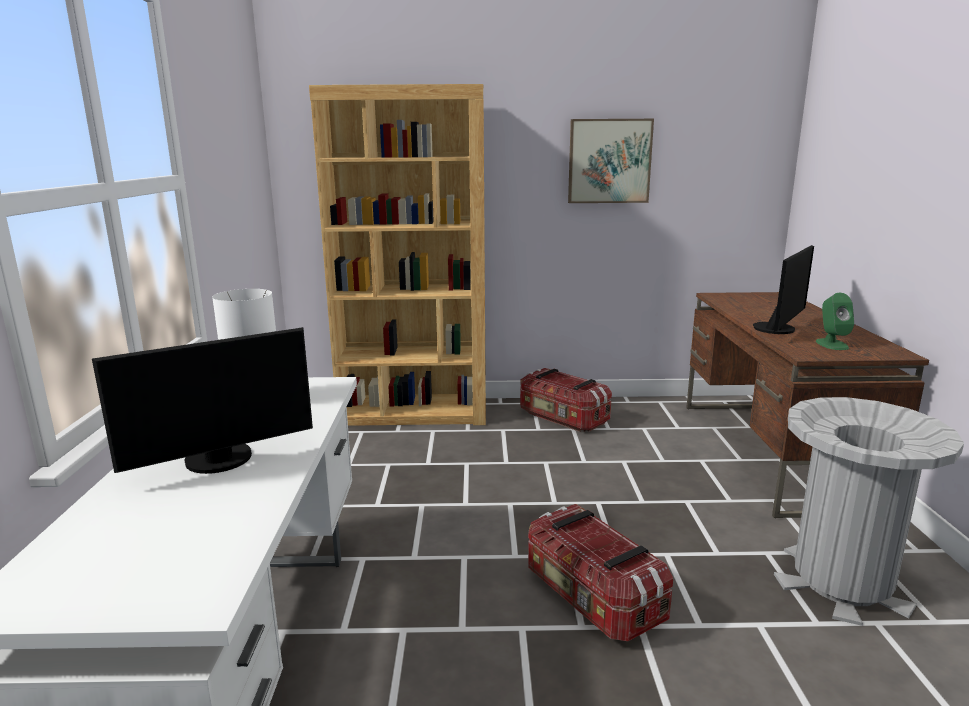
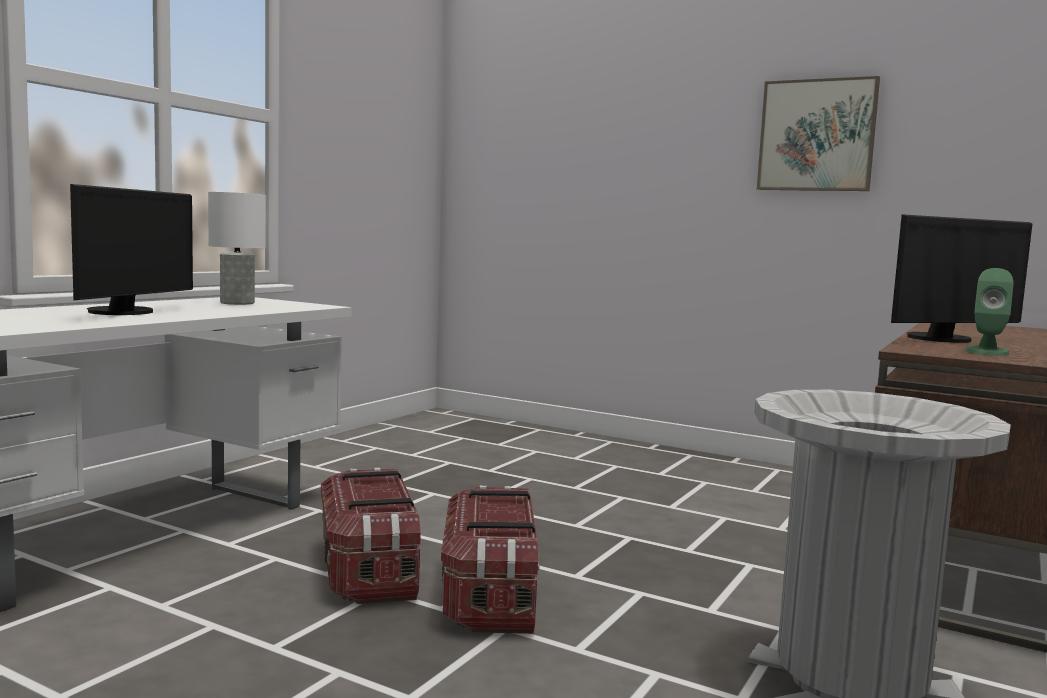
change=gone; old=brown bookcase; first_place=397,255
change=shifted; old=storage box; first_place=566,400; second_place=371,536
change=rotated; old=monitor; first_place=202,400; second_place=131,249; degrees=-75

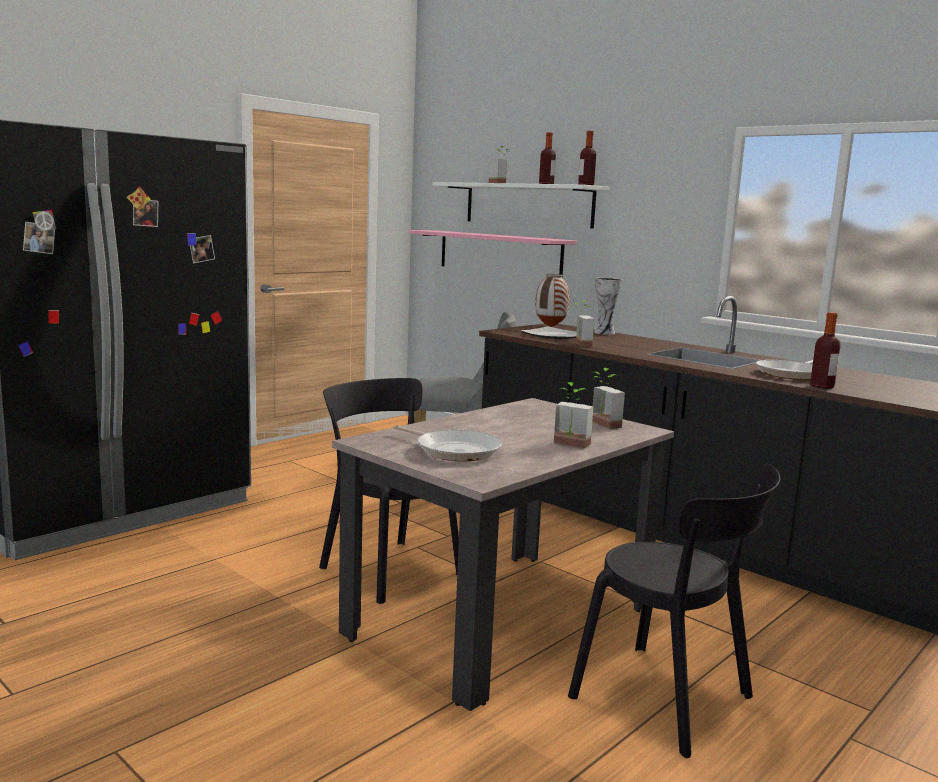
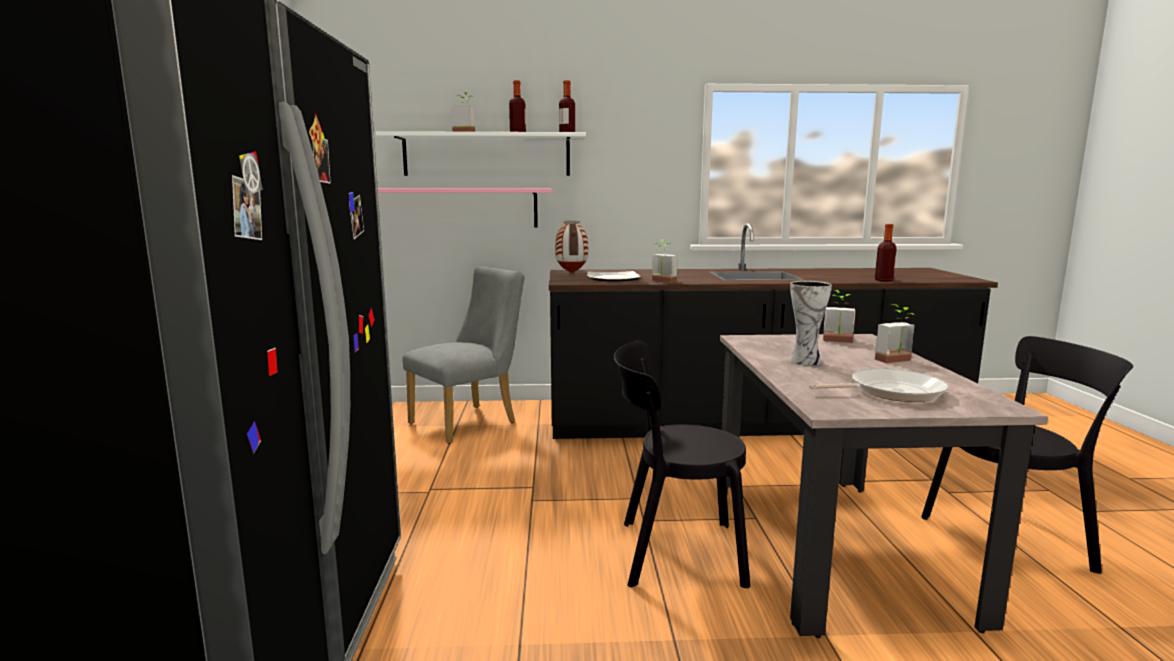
change=gone; old=frying pan; first_place=784,370
change=shifted; old=vase; first_place=608,306; second_place=810,323

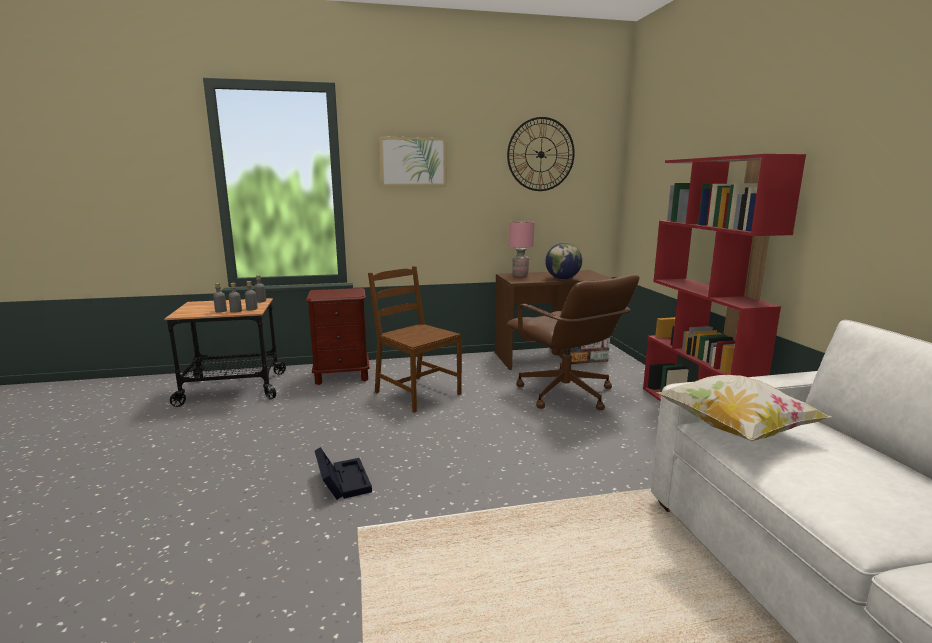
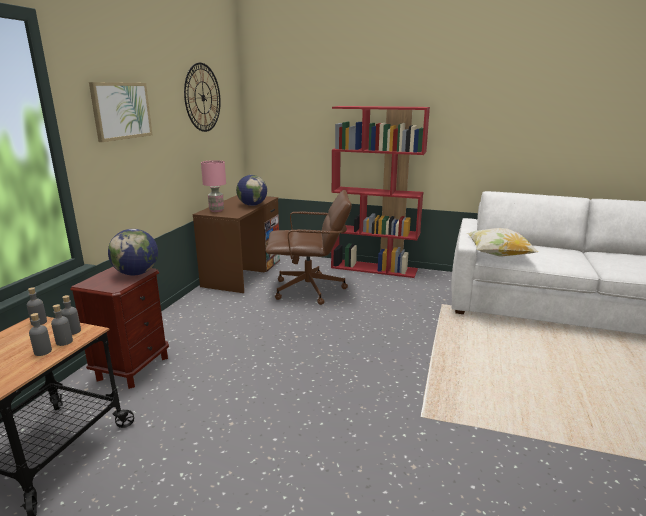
change=gone; old=black storage box; first_place=343,473
change=gone; old=brown chair; first_place=415,339
change=new; new=globe; second_place=133,252

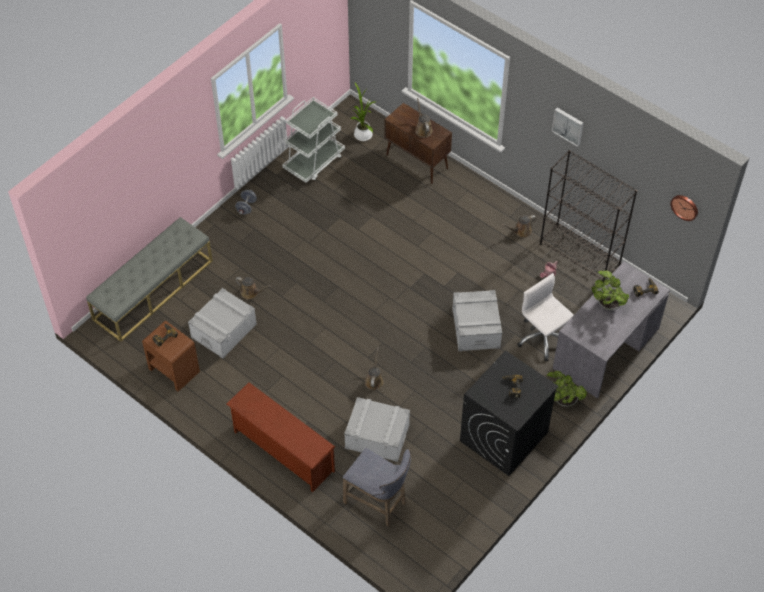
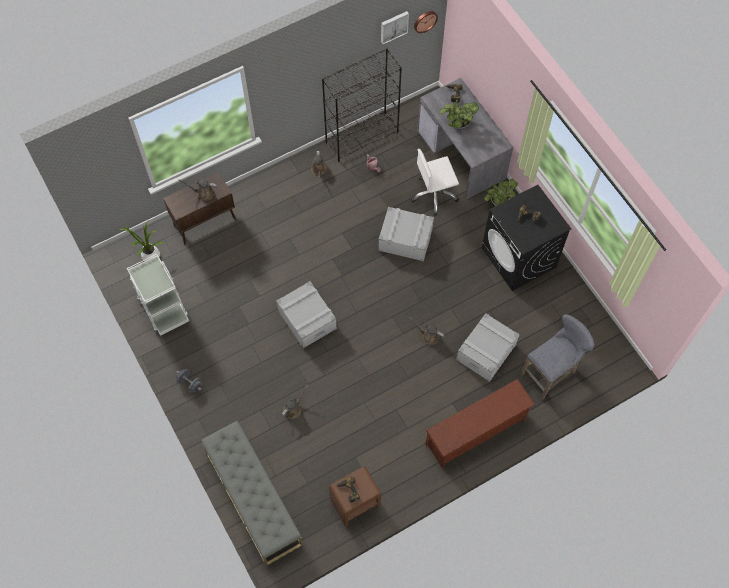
change=shifted; old=grey storage box; first_place=222,323; second_place=306,314
change=shifted; old=picture; first_place=568,127; second_place=395,27

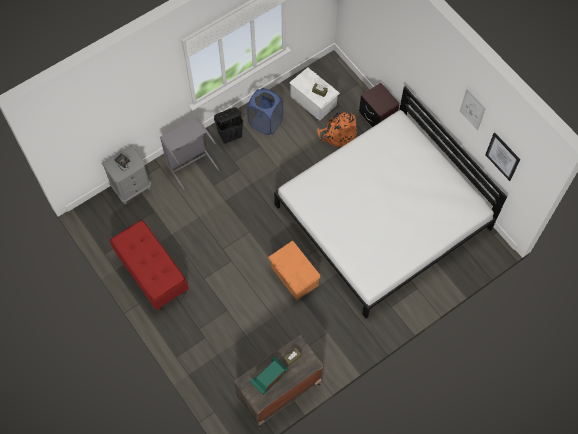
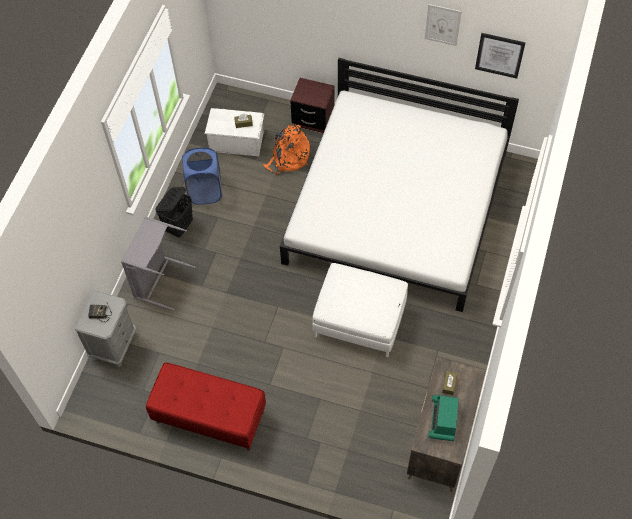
change=swapped; old=orange storage box; new=white ottoman; first_place=294,270; second_place=360,310

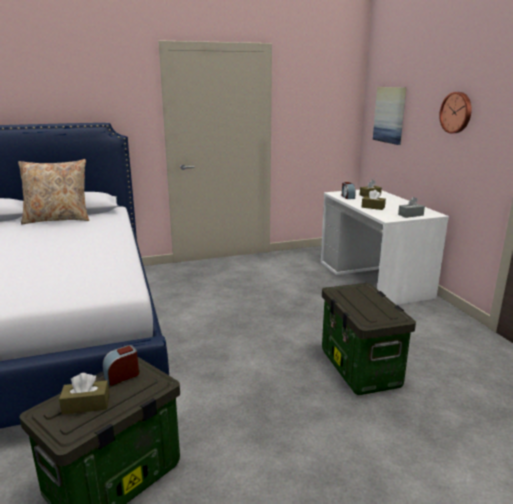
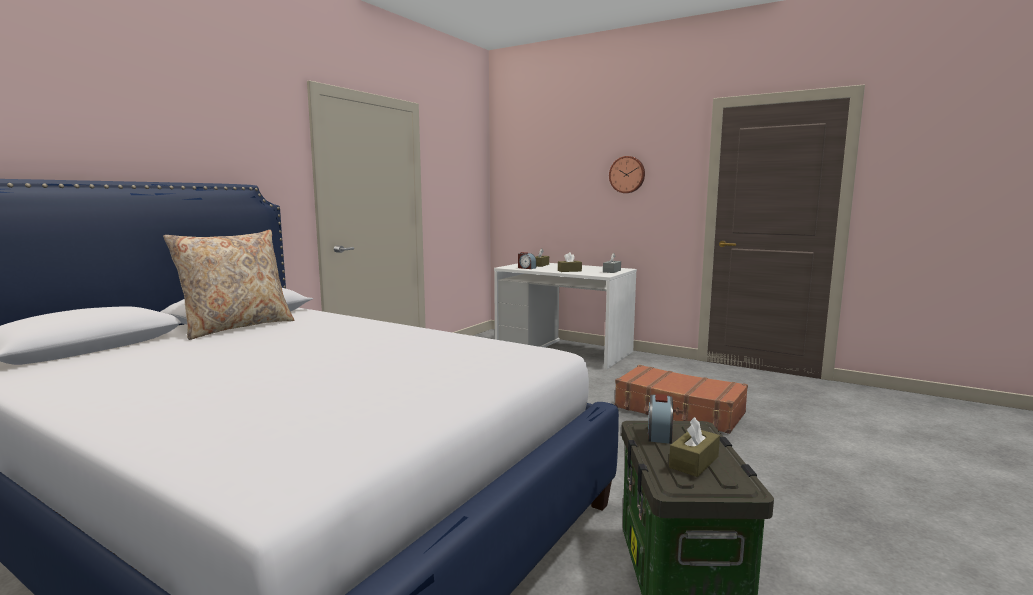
change=gone; old=picture; first_place=389,116
change=swapped; old=storage box; new=brown suitcase; first_place=369,339; second_place=681,399

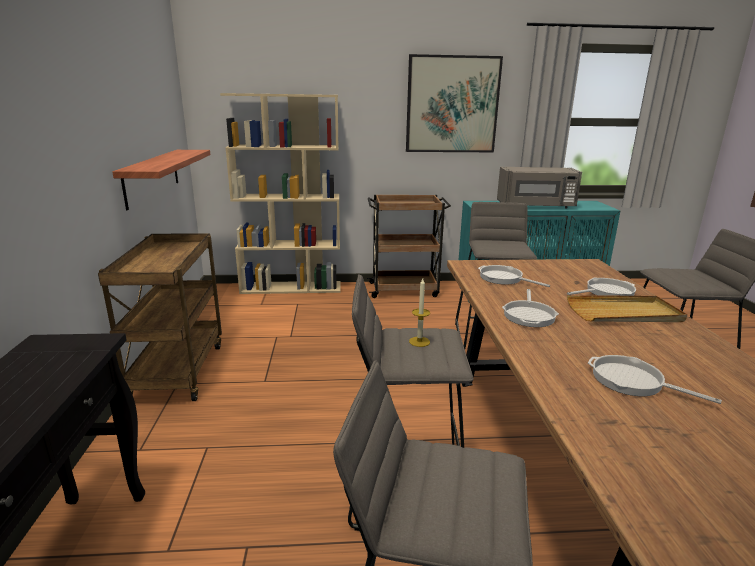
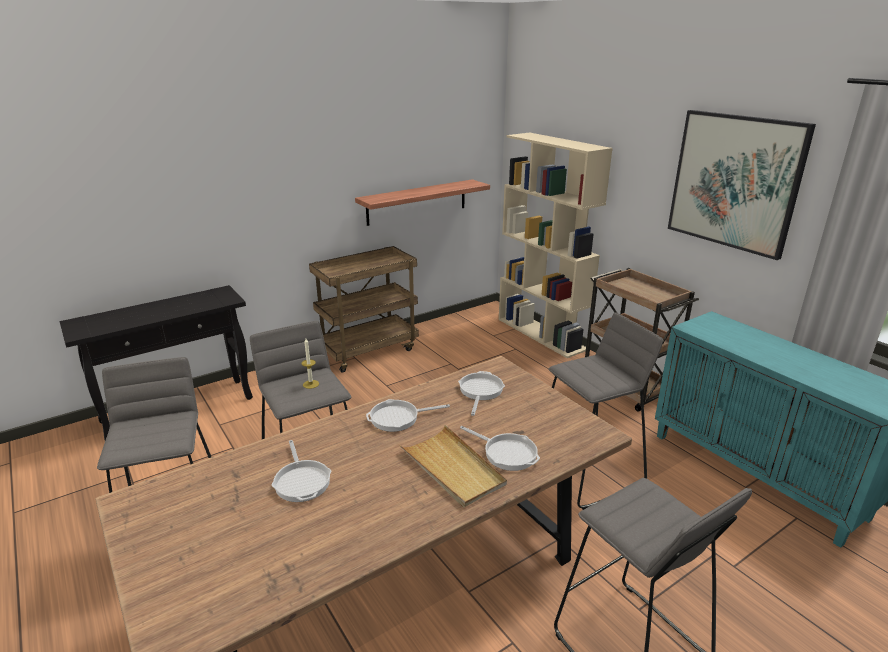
change=gone; old=grey microwave; first_place=539,187
change=rotated; old=frying pan; first_place=655,379; second_place=301,471; degrees=150

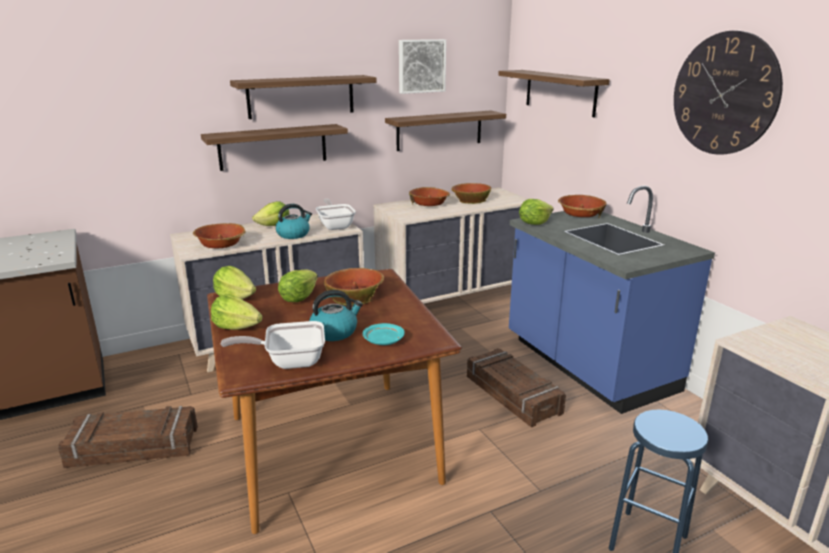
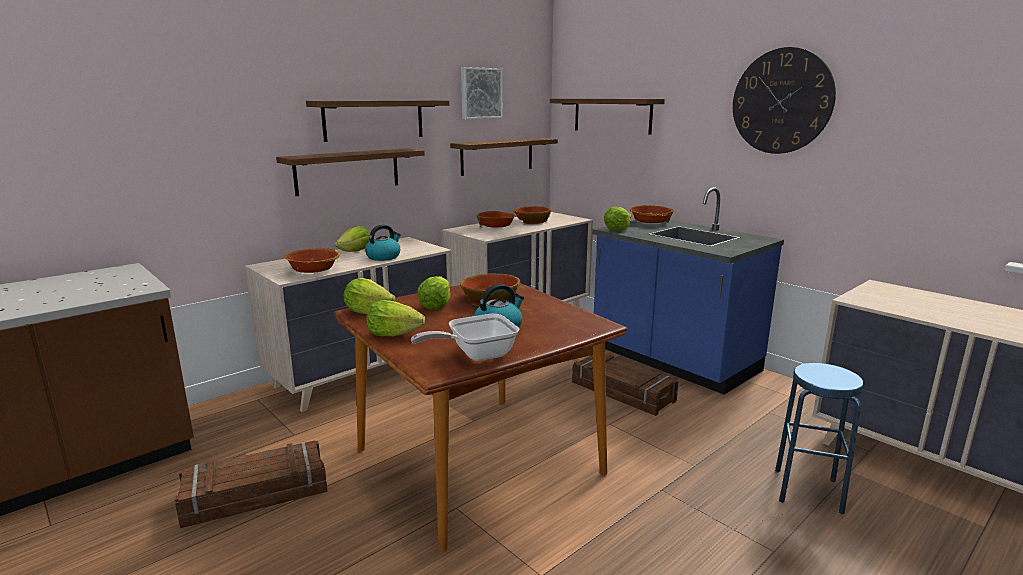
change=gone; old=frying pan; first_place=336,214
change=gone; old=turquoise plate; first_place=384,334

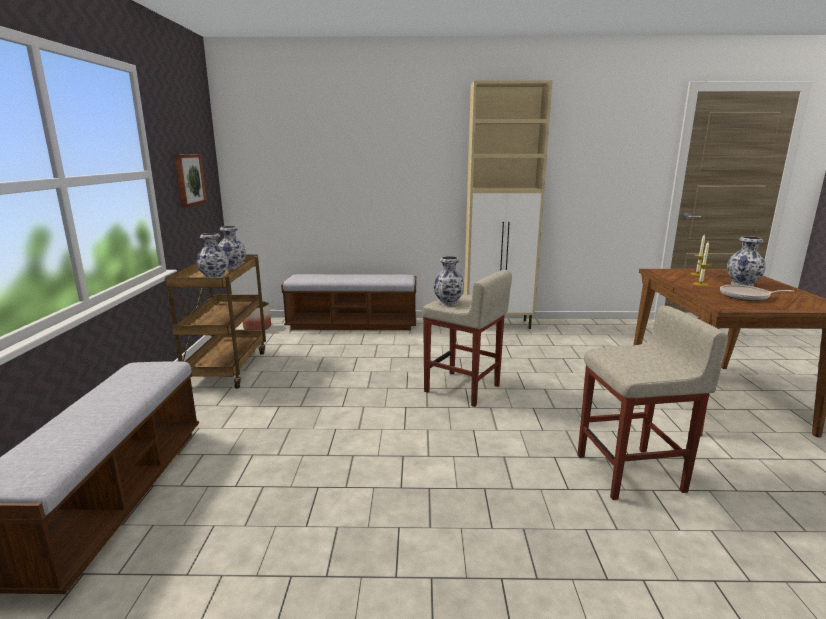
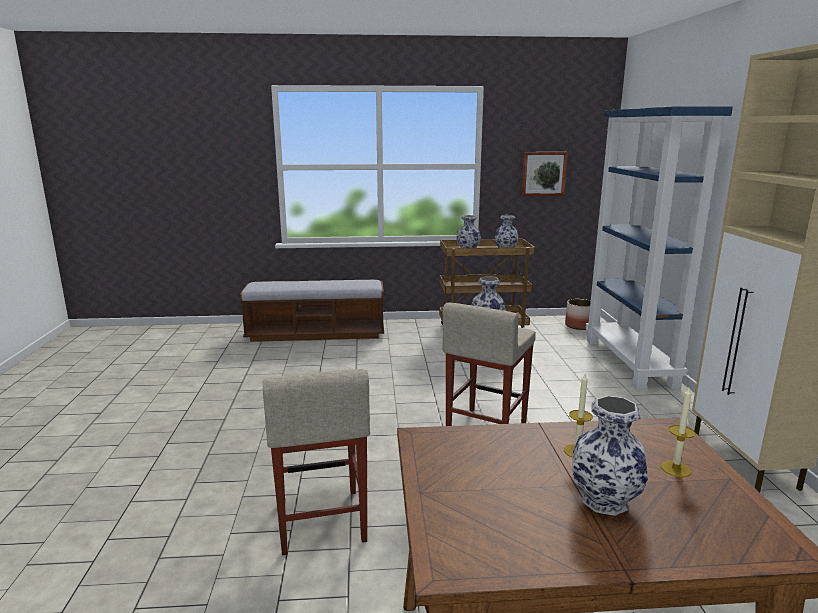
change=gone; old=frying pan; first_place=757,293
change=swapped; old=bench; new=blue bookcase; first_place=348,302; second_place=659,248

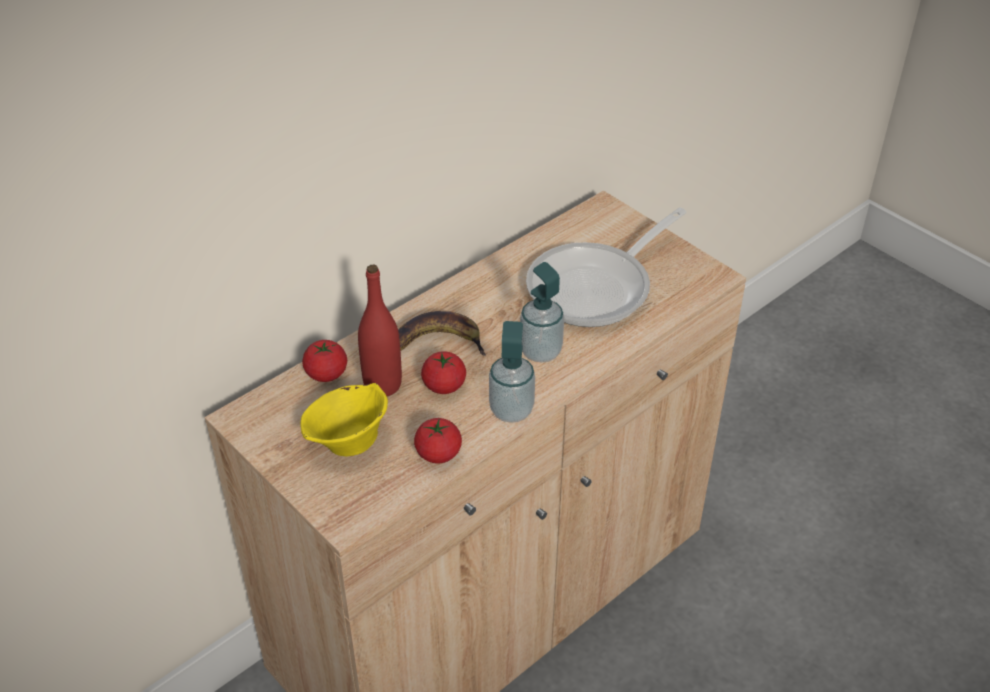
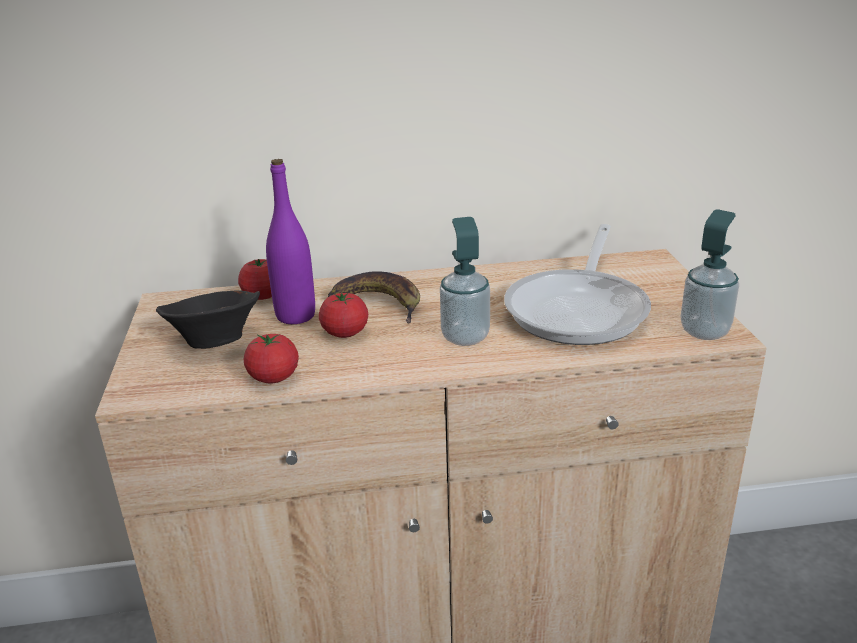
change=shifted; old=soap dispenser; first_place=512,372; second_place=710,274
change=repainted; old=yellow bowl; new=black bowl; first_place=344,419; second_place=208,319
change=repainted; old=red bottle; new=purple bottle; first_place=380,330; second_place=290,241
change=rotated; old=frying pan; first_place=606,267; second_place=577,284; degrees=-60

